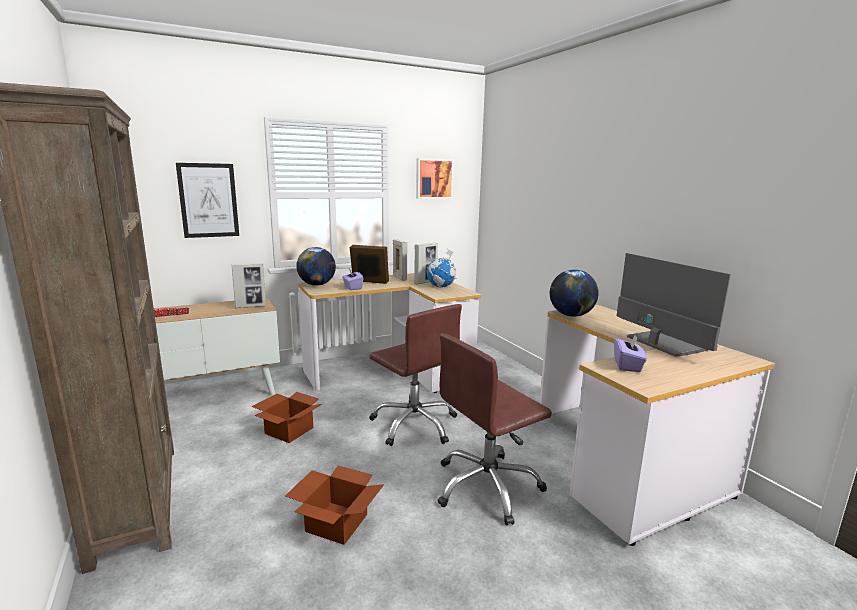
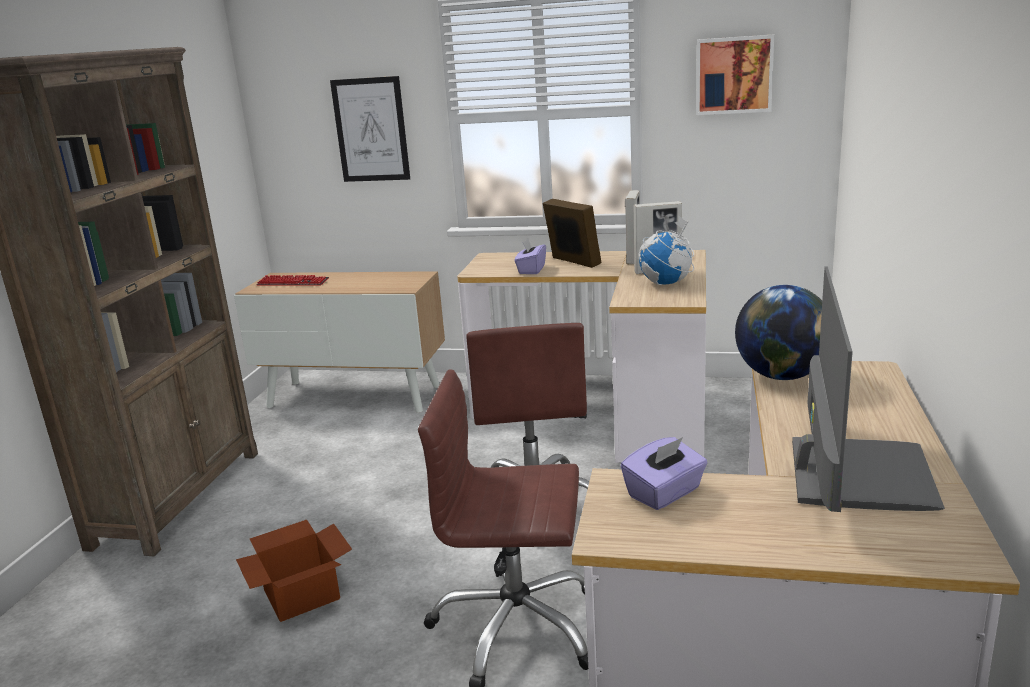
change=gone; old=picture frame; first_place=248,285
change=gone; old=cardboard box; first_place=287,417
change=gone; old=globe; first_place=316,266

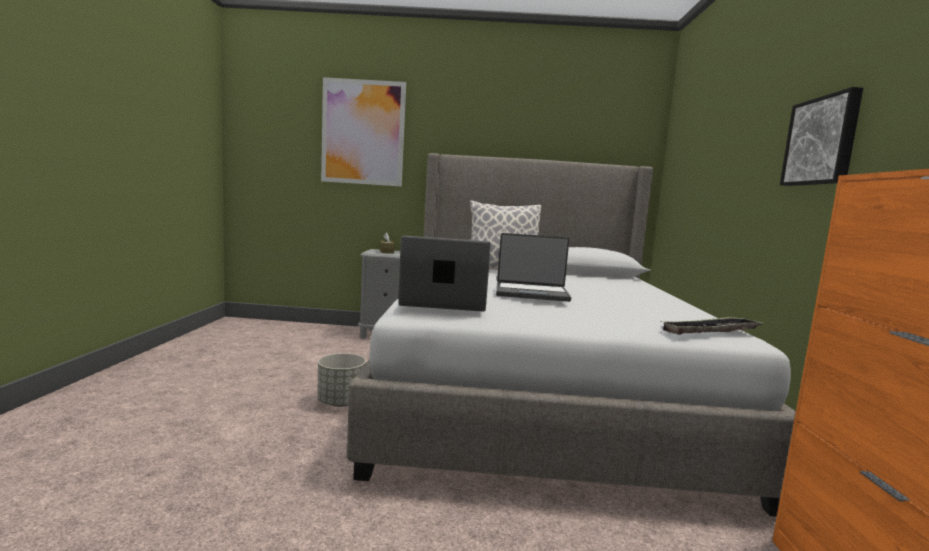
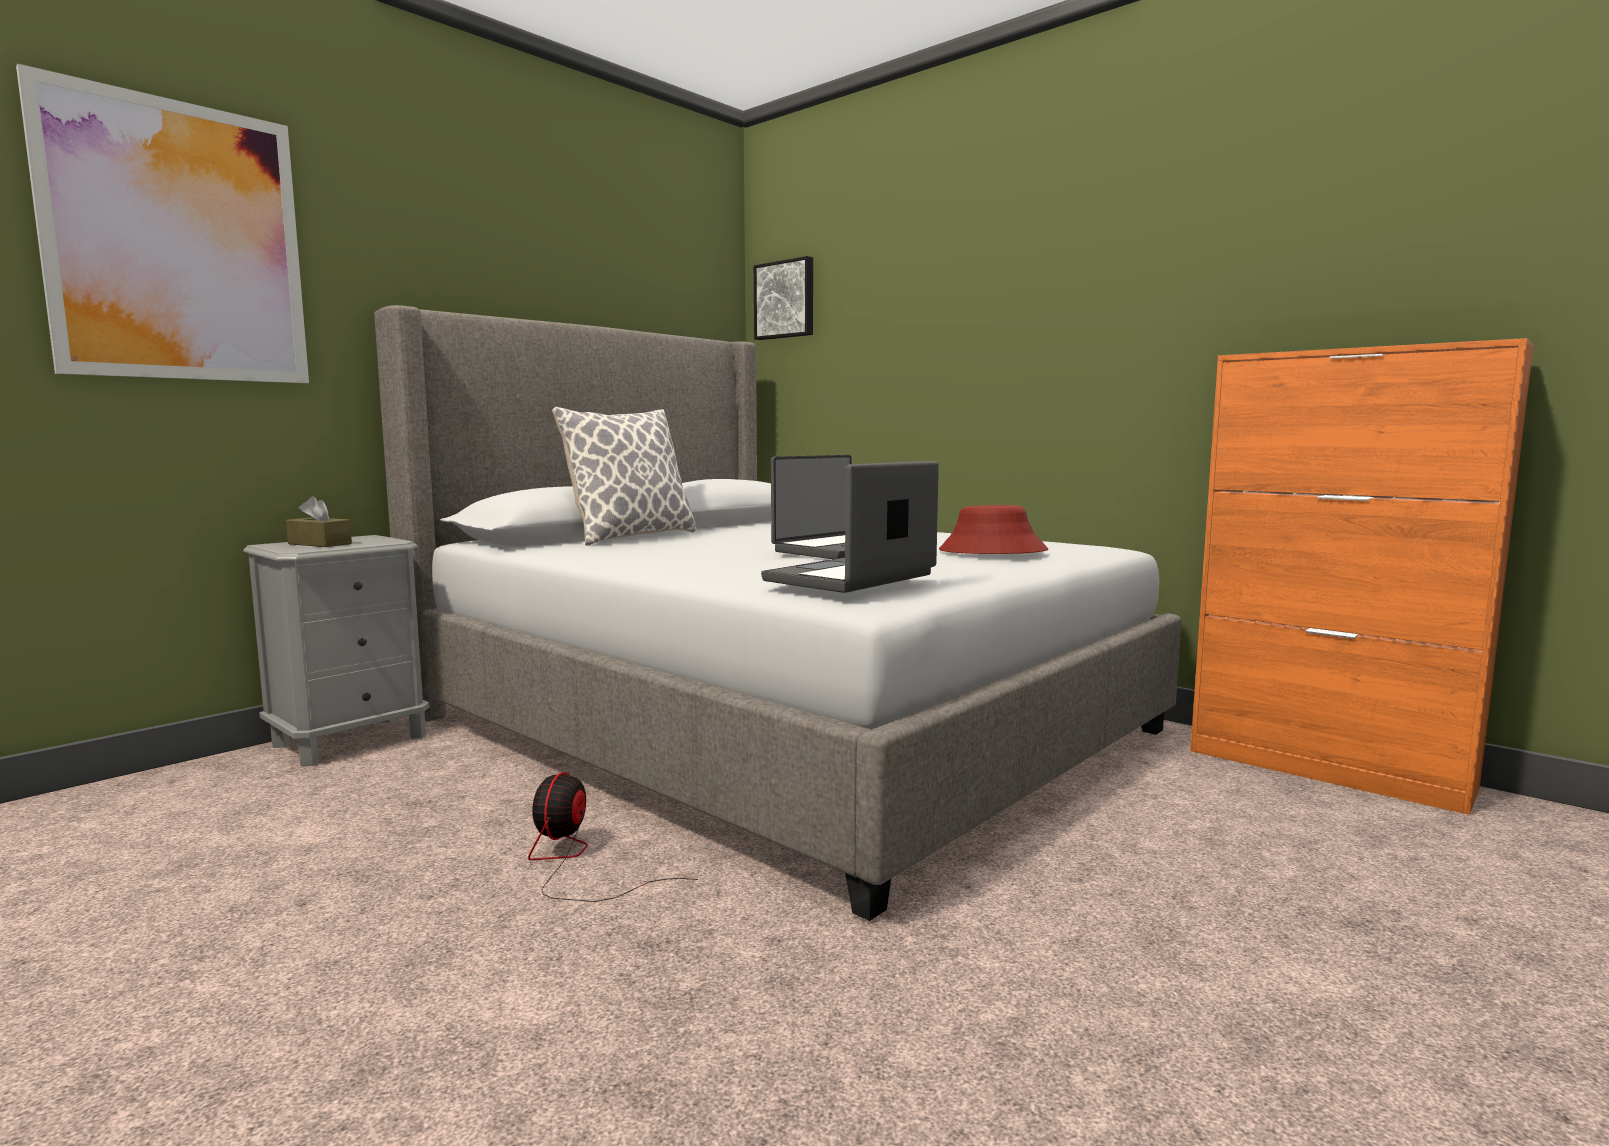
change=gone; old=tray; first_place=711,326
change=new; new=red hat; second_place=993,529
change=shifted; old=picture; first_place=821,136; second_place=783,298
change=swapped; old=grey planter; new=fan; first_place=341,380; second_place=613,837

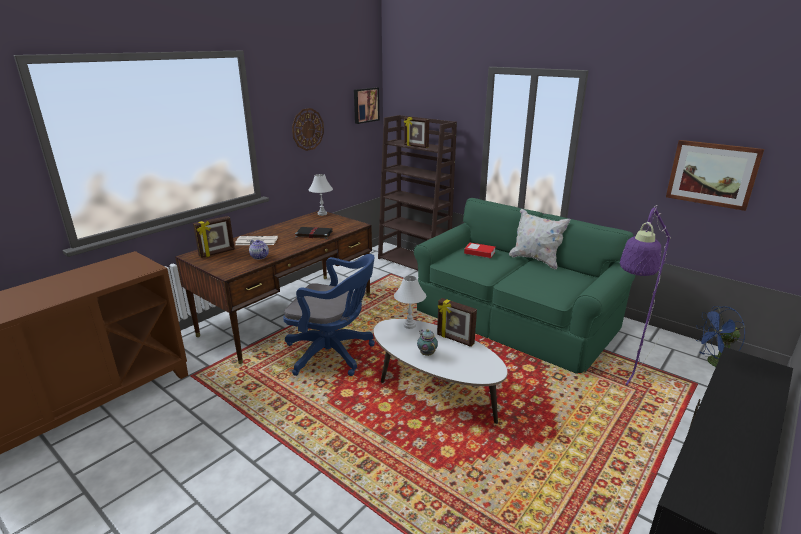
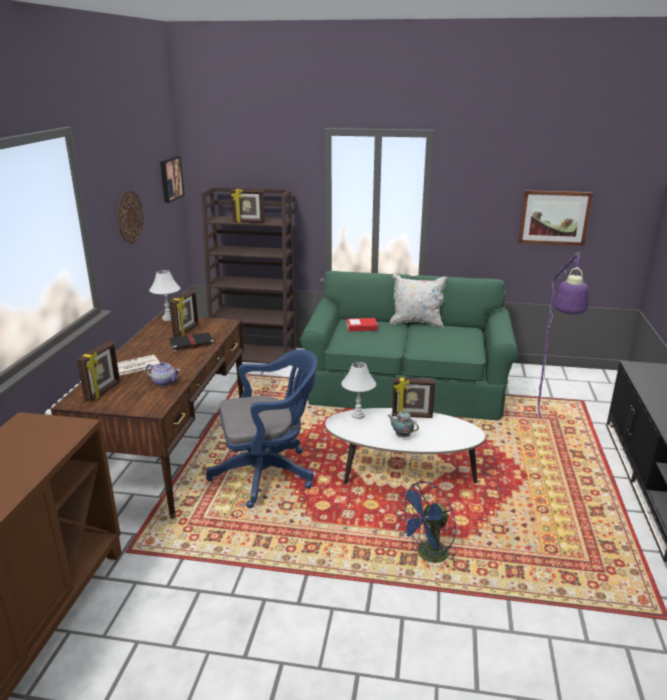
change=new; new=picture frame; second_place=184,313
change=shifted; old=blue fan; first_place=720,336; second_place=426,525

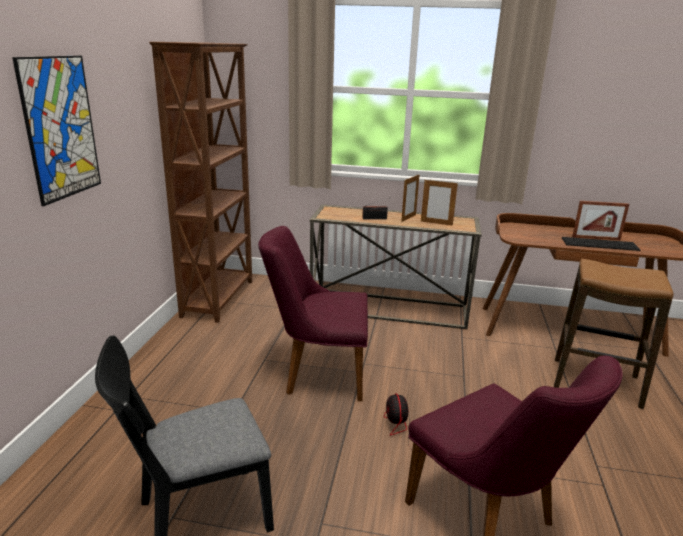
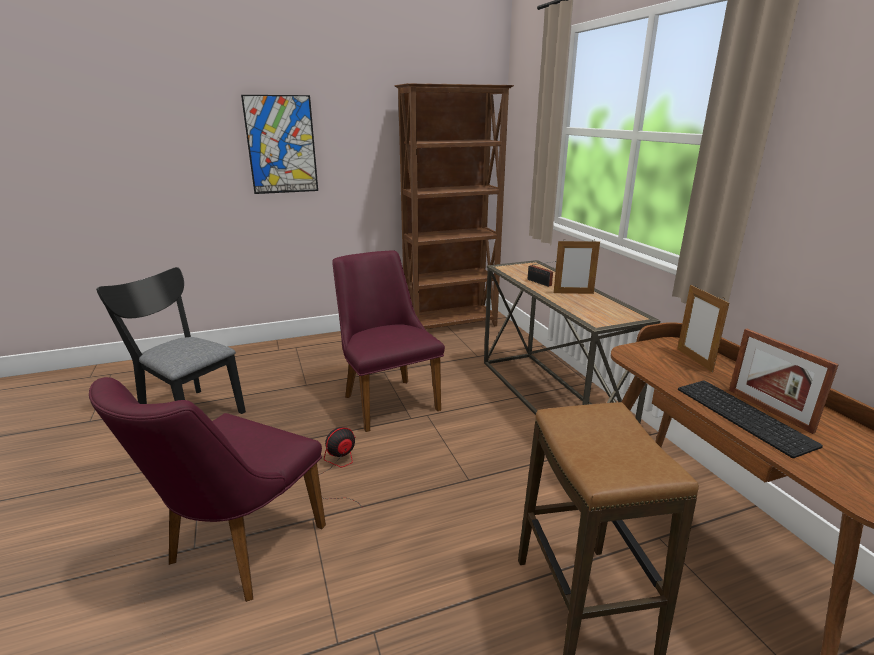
change=shifted; old=picture frame; first_place=439,202; second_place=703,329

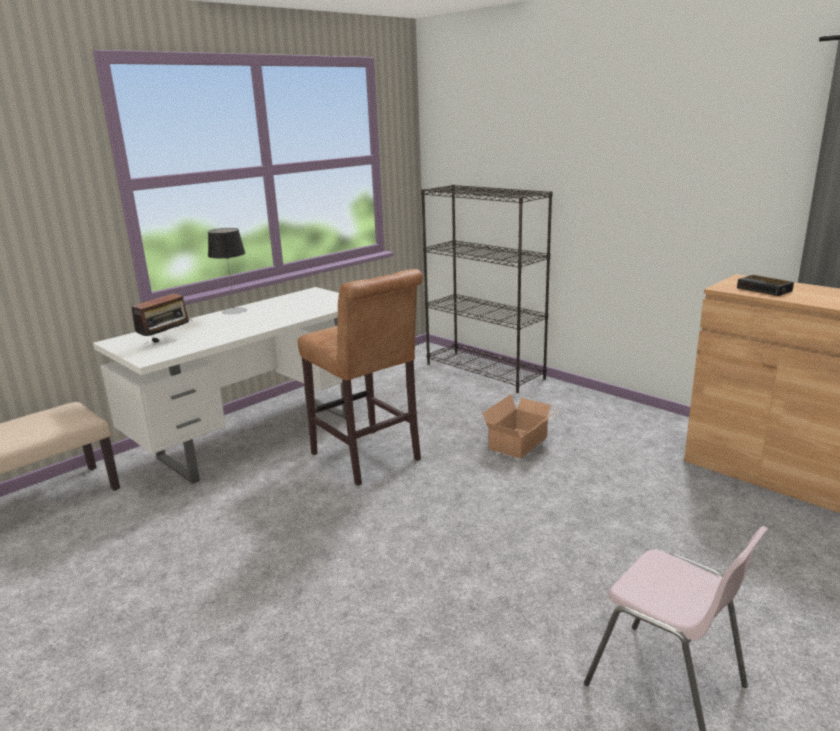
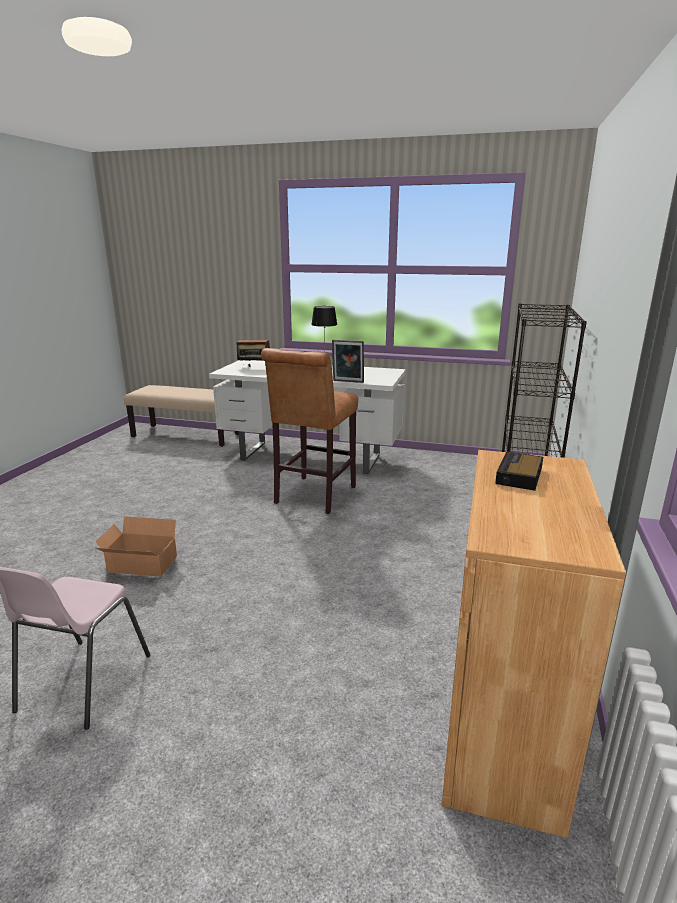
change=new; new=picture frame; second_place=348,361
change=shifted; old=cardboard box; first_place=520,426; second_place=138,546

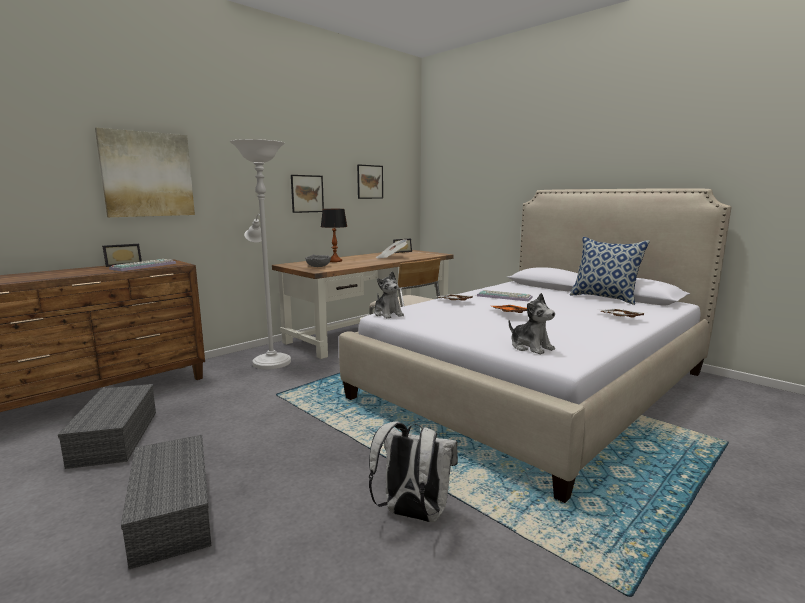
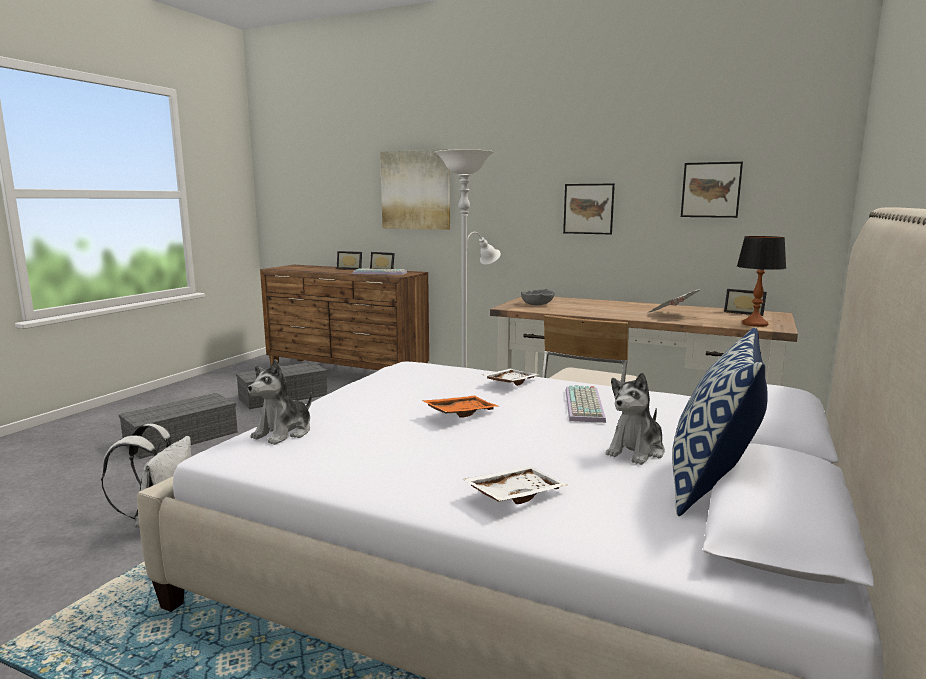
change=new; new=picture frame; second_place=349,260
change=shifted; old=table lamp; first_place=334,235; second_place=761,281
change=shifted; old=plush toy; first_place=389,294; second_place=635,419

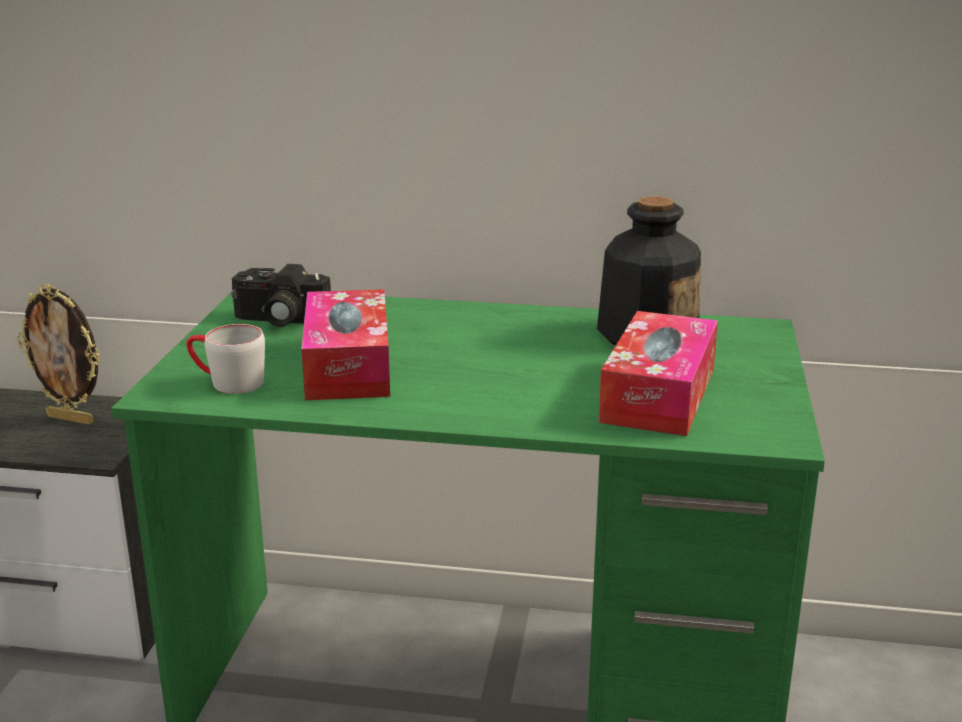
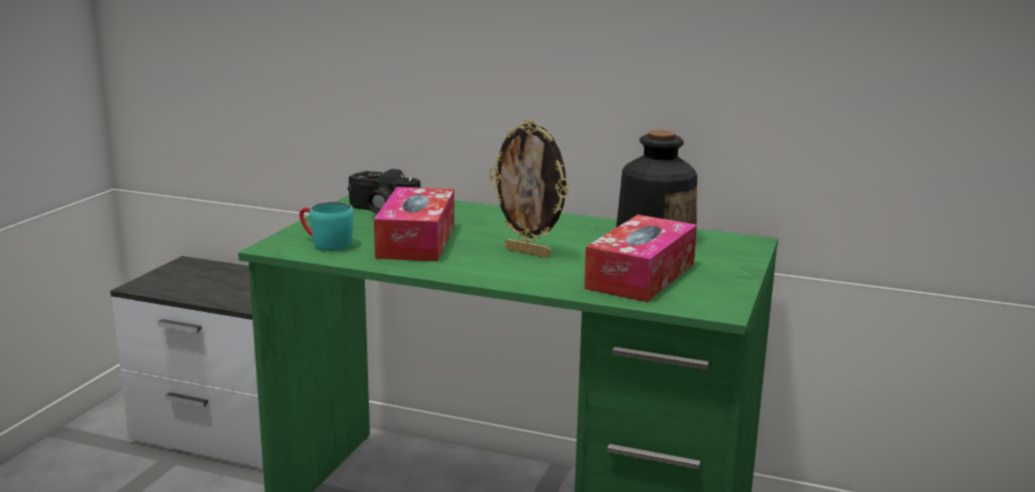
change=shifted; old=picture frame; first_place=58,354; second_place=529,188
change=repainted; old=grey mug; new=turquoise mug; first_place=225,359; second_place=326,226

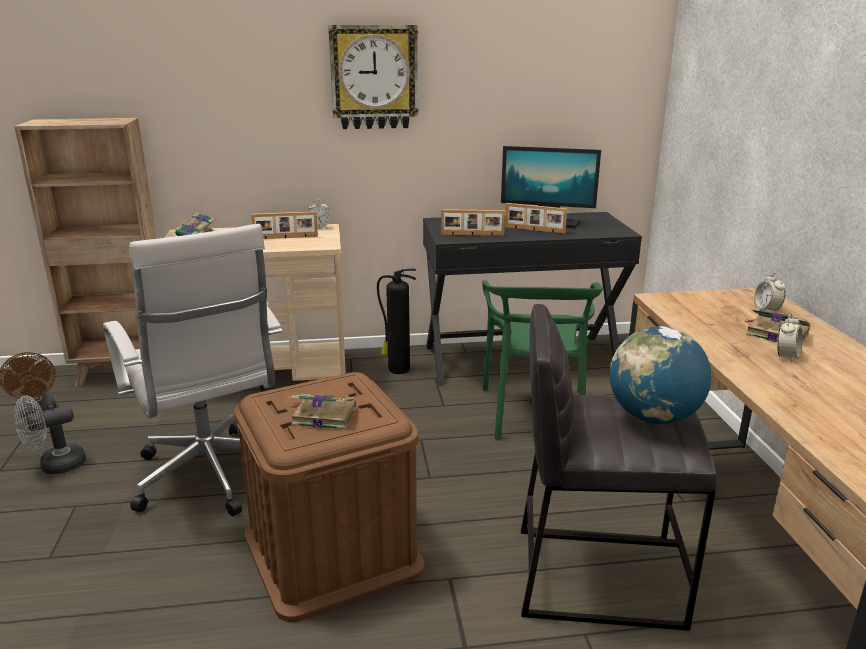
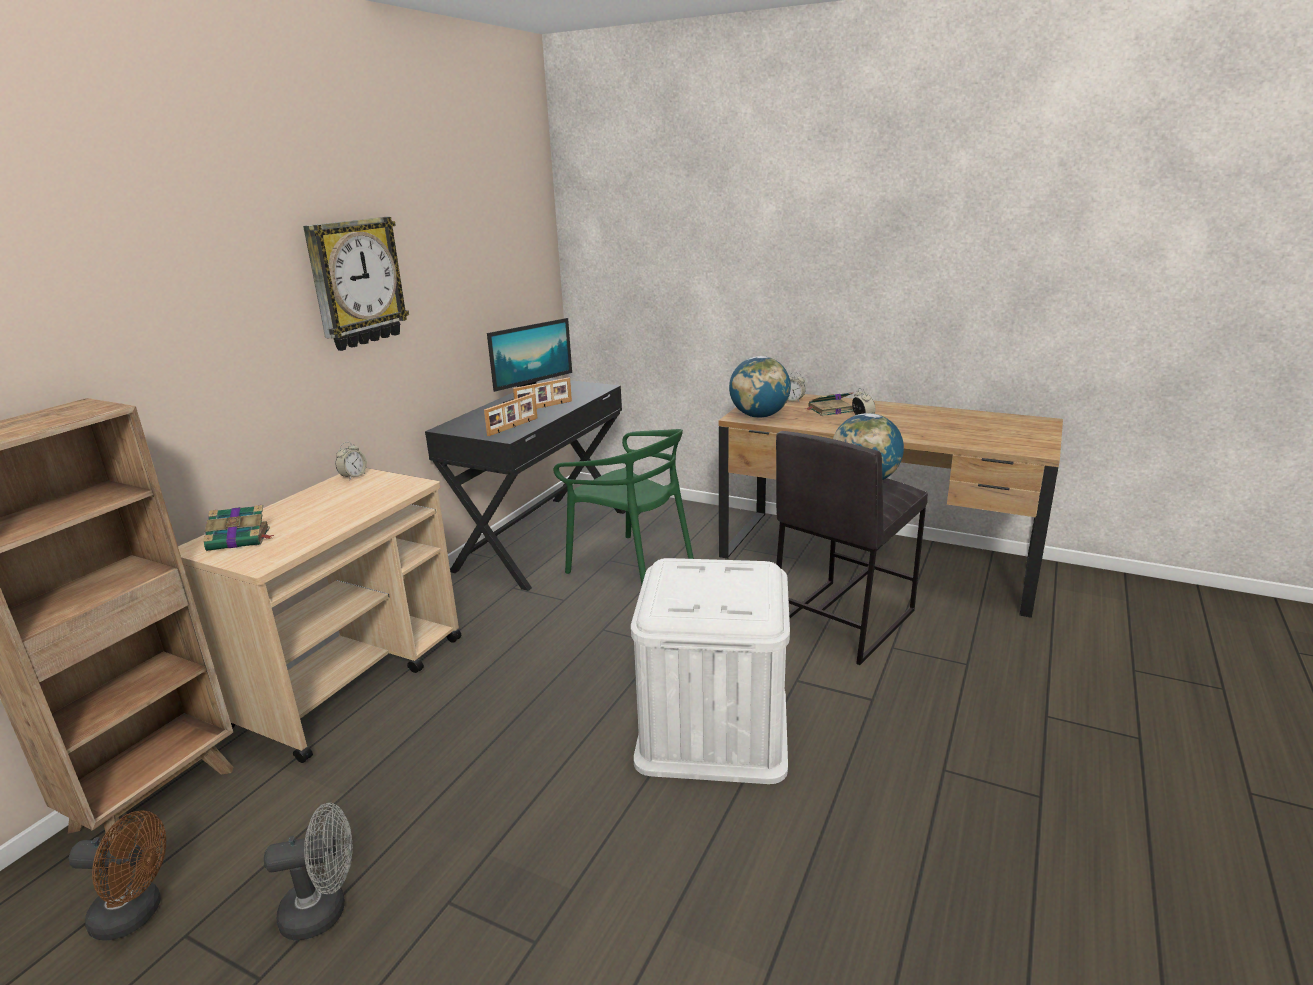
change=gone; old=white office chair; first_place=192,370
change=gone; old=picture frame; first_place=284,225
change=gone; old=book; first_place=323,412
change=gone; old=fire extinguisher; first_place=396,321
change=new; new=globe; second_place=760,387
change=repainted; old=brown storage box; new=white storage box; first_place=329,497; second_place=710,671
change=rotated; old=grey fan; first_place=50,435; second_place=308,871; degrees=-105

